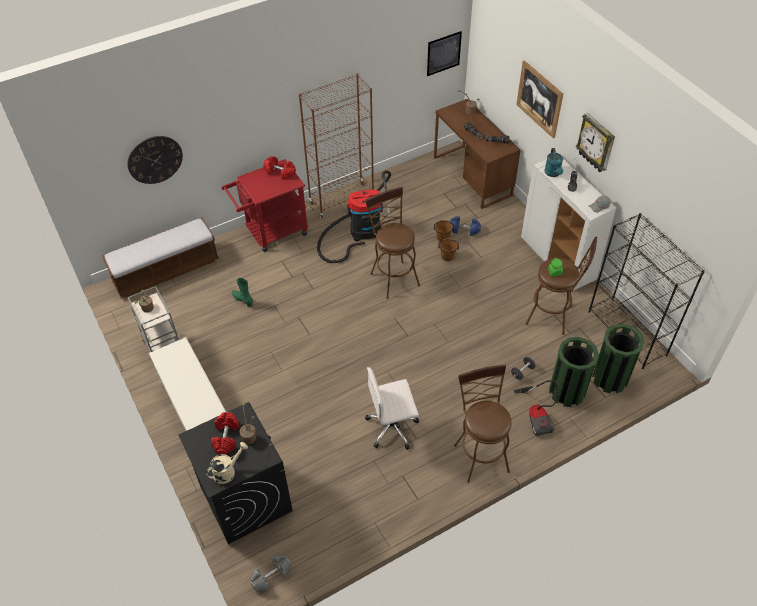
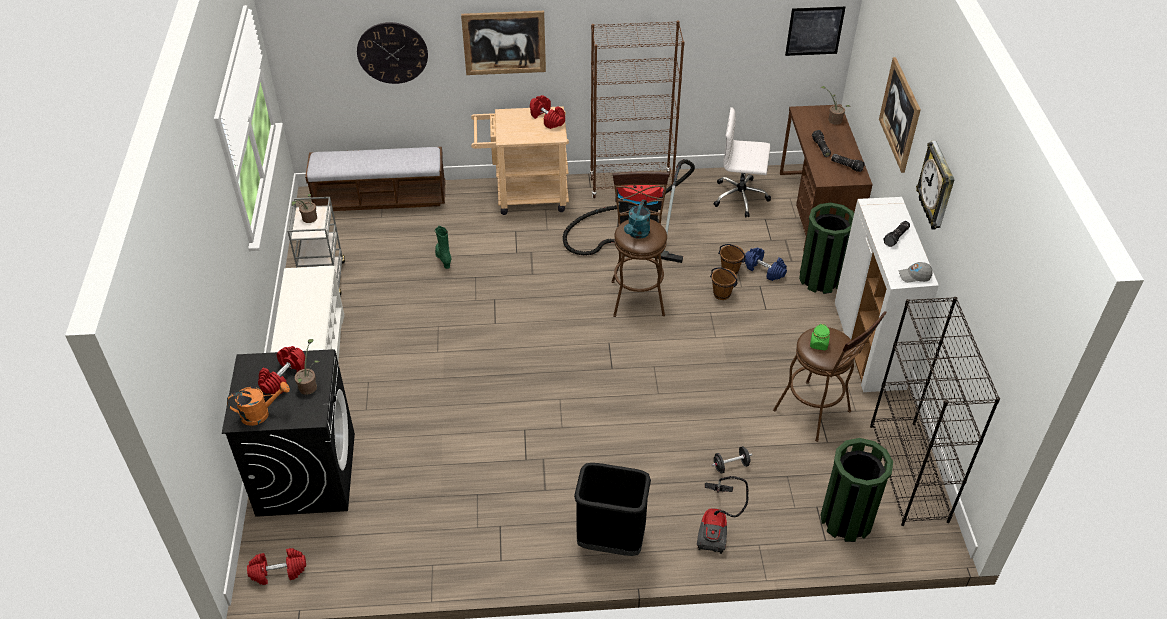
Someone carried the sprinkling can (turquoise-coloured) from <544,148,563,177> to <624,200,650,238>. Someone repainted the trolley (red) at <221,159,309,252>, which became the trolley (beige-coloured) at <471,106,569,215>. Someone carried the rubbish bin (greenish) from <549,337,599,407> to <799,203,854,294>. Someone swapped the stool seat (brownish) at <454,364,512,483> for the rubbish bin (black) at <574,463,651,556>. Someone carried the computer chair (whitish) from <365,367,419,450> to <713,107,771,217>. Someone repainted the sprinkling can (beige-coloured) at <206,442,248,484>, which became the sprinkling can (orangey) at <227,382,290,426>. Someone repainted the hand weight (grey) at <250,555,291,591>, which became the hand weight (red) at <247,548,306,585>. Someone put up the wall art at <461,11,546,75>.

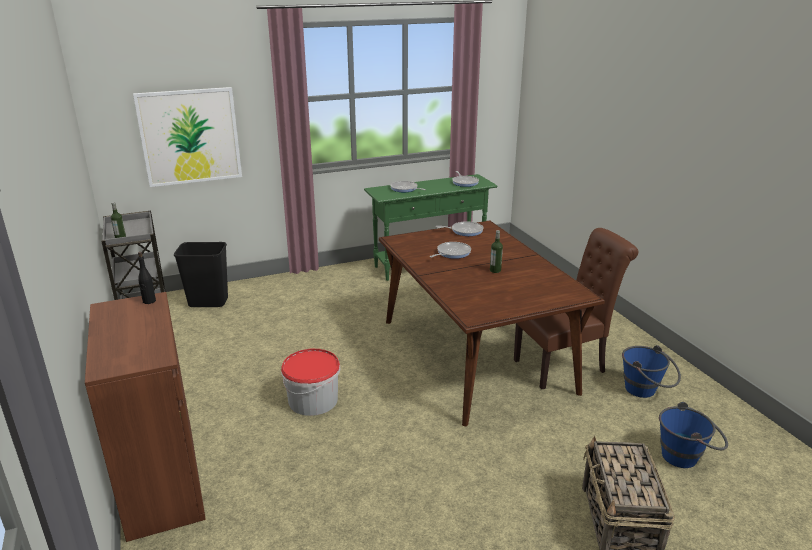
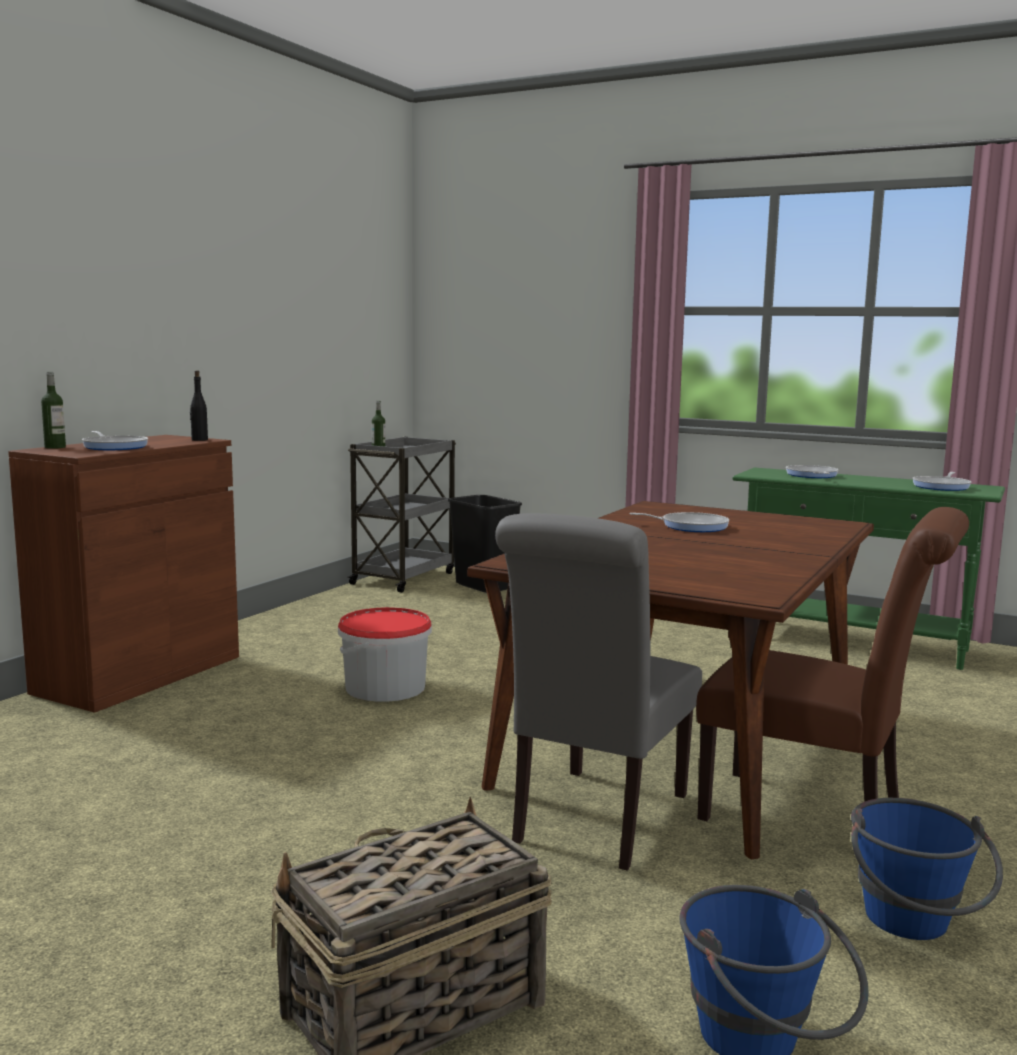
Someone took away the wall art at <133,87,242,187>. Someone carried the frying pan from <436,221,484,236> to <82,431,148,450>. Someone carried the bottle from <490,230,503,273> to <41,372,66,449>. Someone put down the upright chair (grey) at <495,513,702,871>.

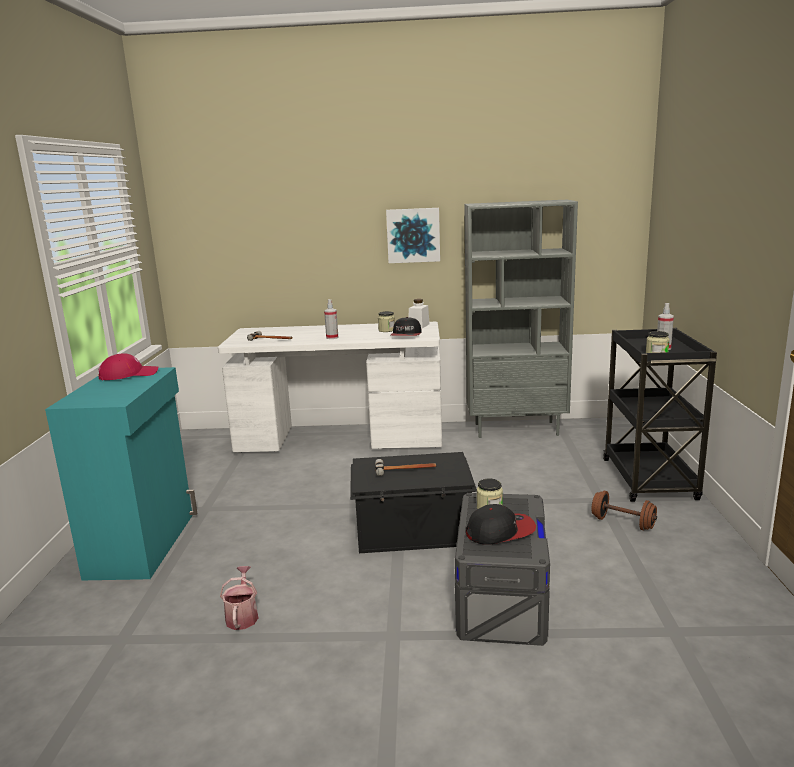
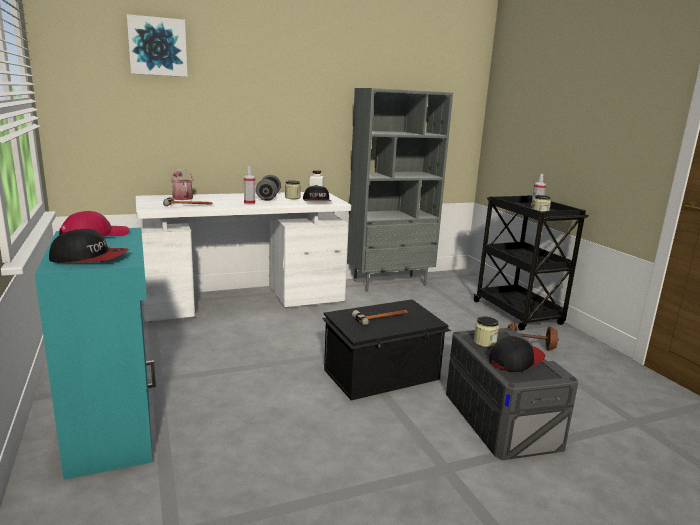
Someone carried the wall art from <386,208,440,263> to <127,14,188,77>. Someone carried the sprinkling can from <220,566,258,630> to <170,169,193,200>. Someone put down the hand weight (grey) at <256,175,281,201>. Someone put down the peaked cap at <49,229,129,263>.

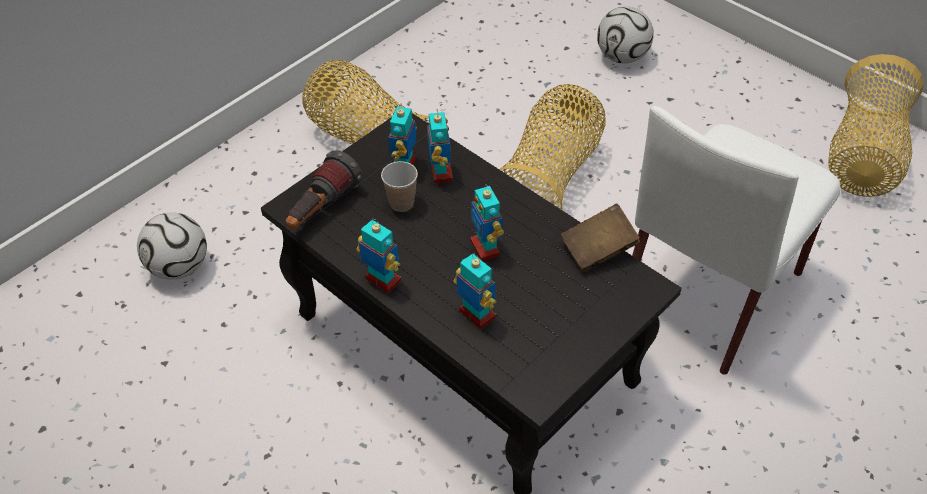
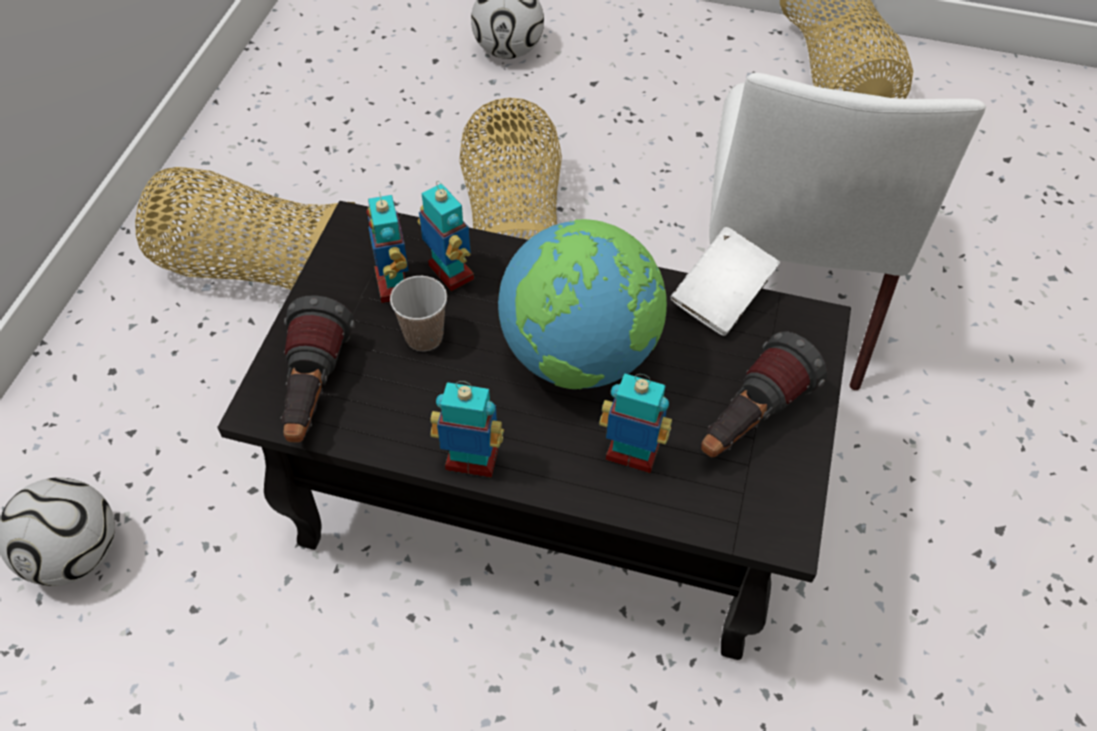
Someone swapped the toy robot at <470,184,504,261> for the desk globe at <498,219,667,389>. Someone repainted the book (brownish) at <561,204,640,272>, which became the book (whitish) at <670,227,780,336>. Someone put down the flashlight at <701,331,827,458>.

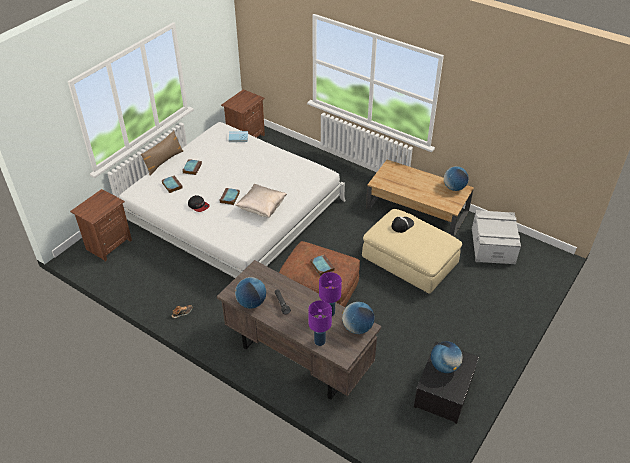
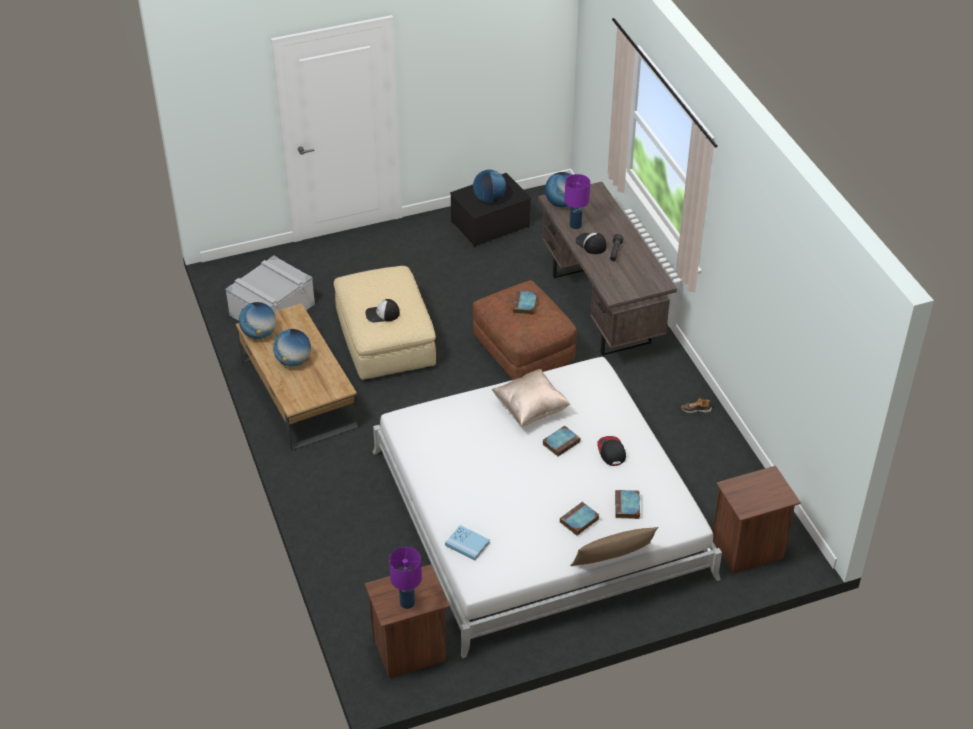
Someone carried the desk globe from <235,277,266,308> to <273,329,311,367>. Someone carried the lamp for a table (purple-coloured) from <308,300,332,346> to <389,547,422,609>. Someone put down the peaked cap at <576,233,606,254>.

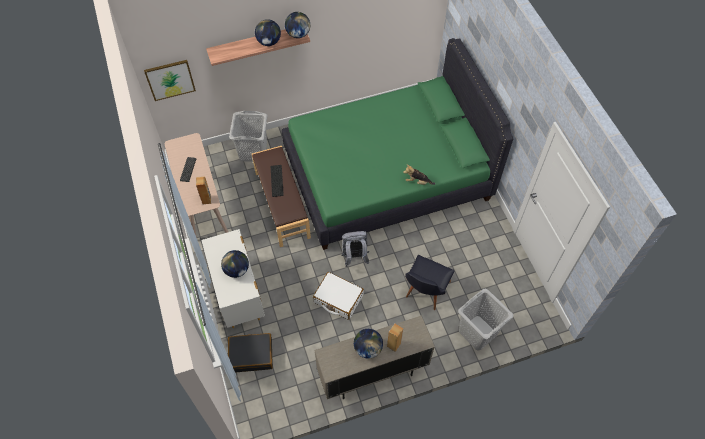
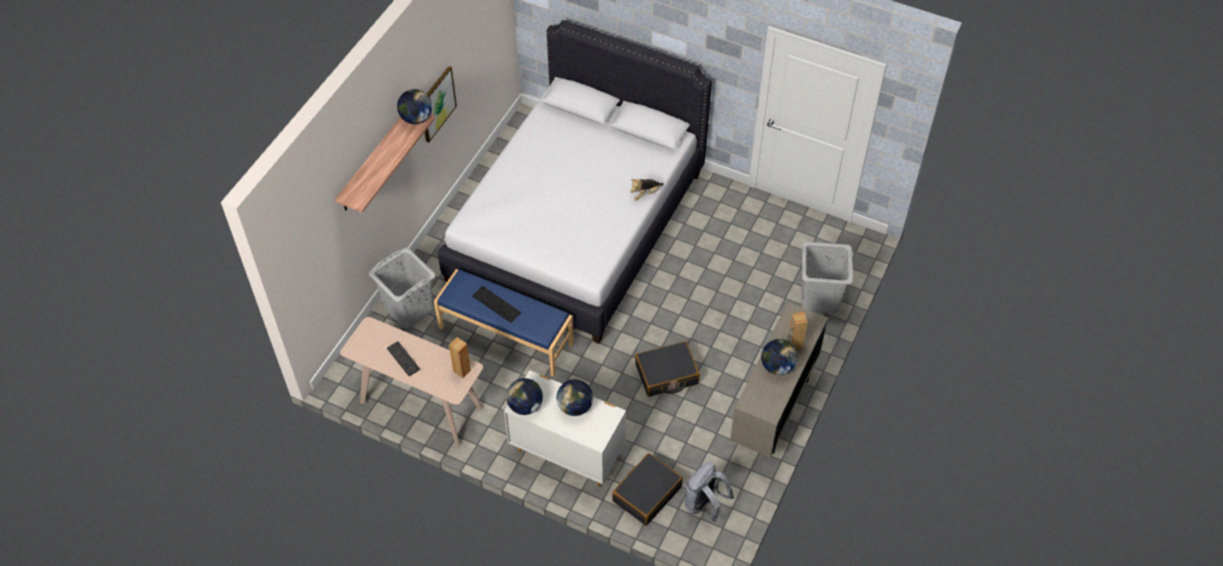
Someone carried the desk globe from <255,19,281,46> to <506,378,543,415>. Someone repainted the sleeping bed (greenish) at <282,38,513,250>, which became the sleeping bed (whitish) at <438,20,712,344>. Someone carried the wall art from <144,60,196,101> to <425,66,457,142>. Someone repainted the bench (brownish) at <252,146,311,247>, which became the bench (blue) at <434,269,574,377>. Someone carried the knapsack (grey) from <341,231,369,267> to <685,462,734,522>. Someone took away the upright chair (black) at <405,255,455,310>. Someone repainted the piece of luggage (whitish) at <313,272,364,320>, which became the piece of luggage (black) at <635,341,700,397>.

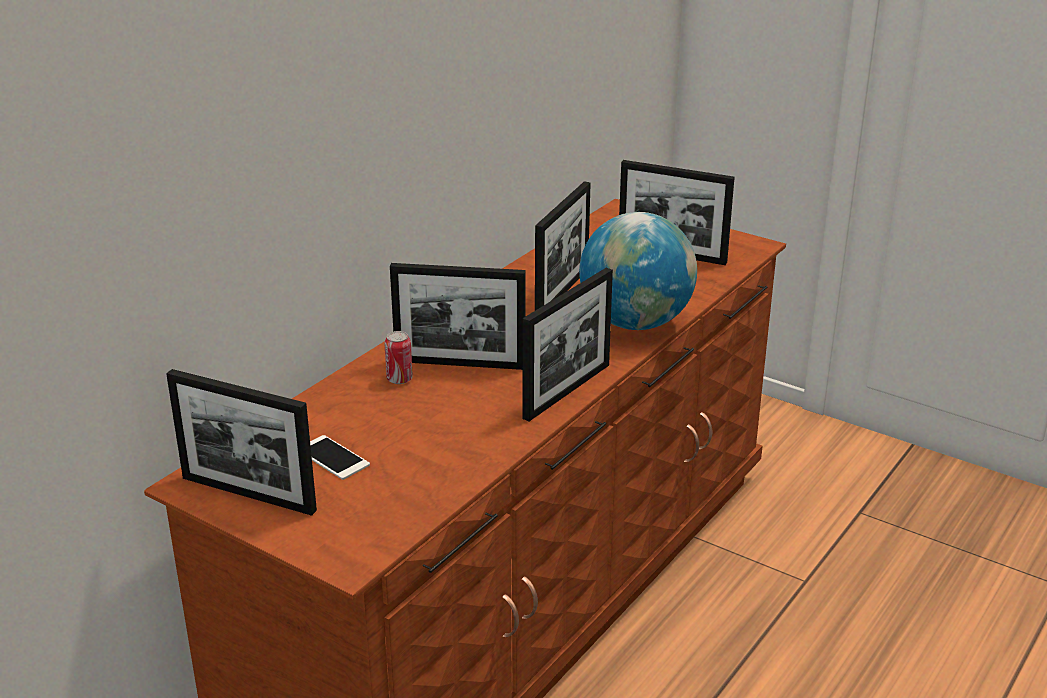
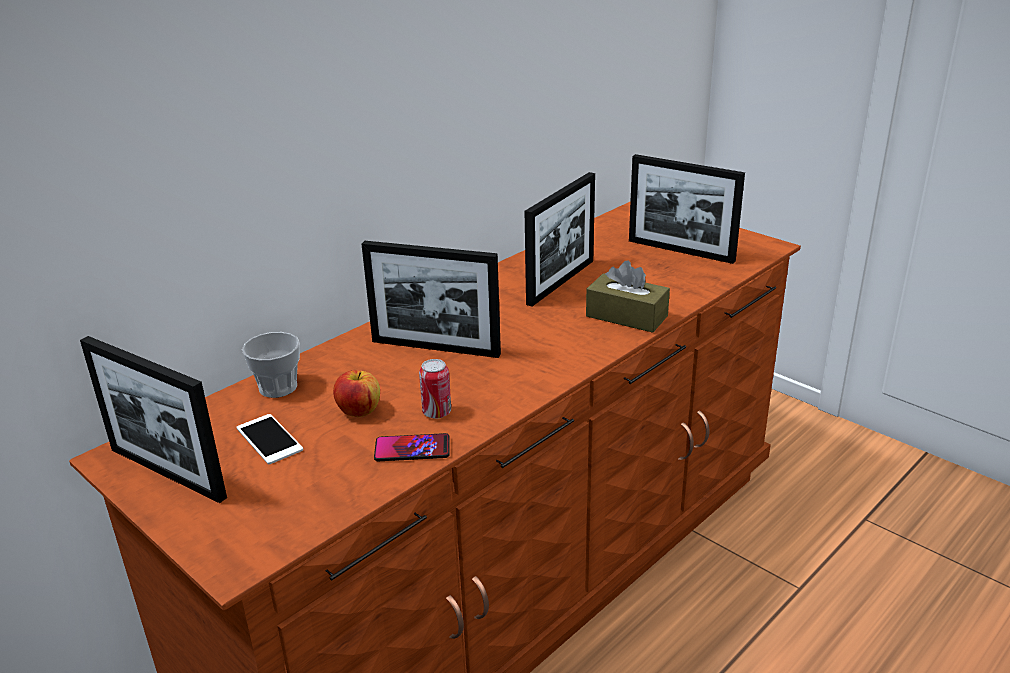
Someone swapped the desk globe at <579,212,697,330> for the tissue holder (brownish) at <586,261,670,333>. Someone took away the photo frame at <523,268,613,421>. Someone carried the can from <384,331,413,384> to <419,359,451,419>. Someone put down the drinking cup at <242,332,300,398>. Someone put down the whole apple at <333,370,380,417>. Someone put down the phone at <374,433,450,461>.

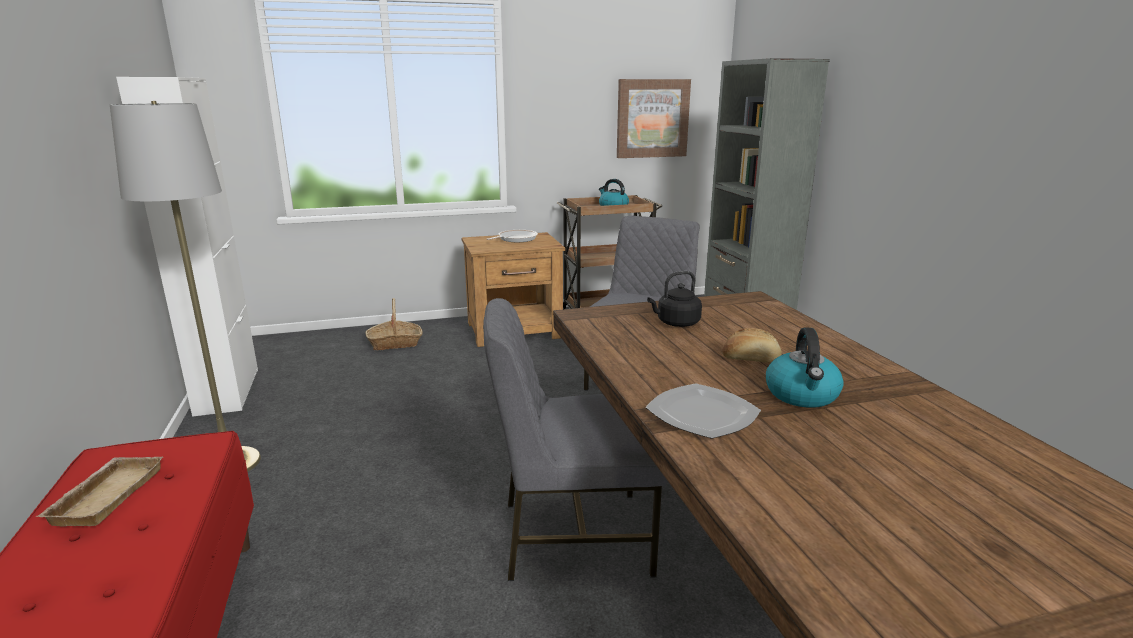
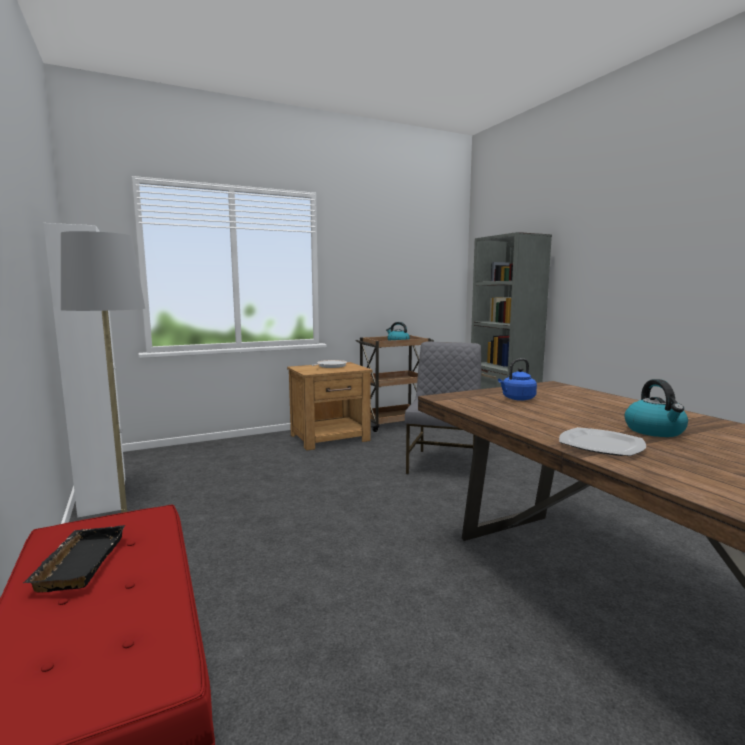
Someone took away the wall art at <617,79,691,158>. Someone repainted the tea kettle (black) at <647,271,702,327>, which became the tea kettle (blue) at <498,358,537,401>. Someone took away the basket at <366,298,423,350>. Someone took away the upright chair (grey) at <483,298,667,581>. Someone took away the bakery bread at <722,328,782,363>. Someone repainted the carrying tray (beige-coloured) at <36,457,163,527>, which became the carrying tray (black) at <23,525,125,592>.

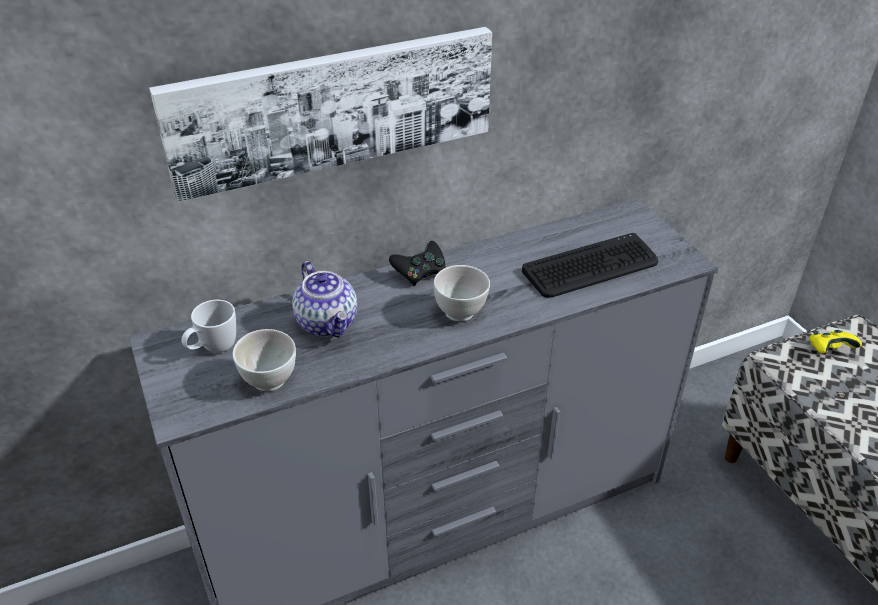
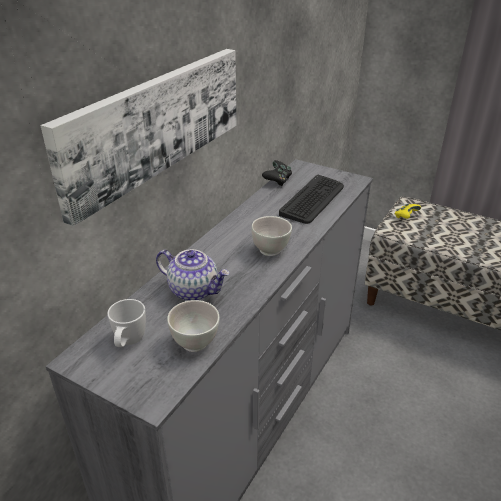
Someone carried the gamepad (black) from <389,241,446,286> to <262,160,292,186>.

